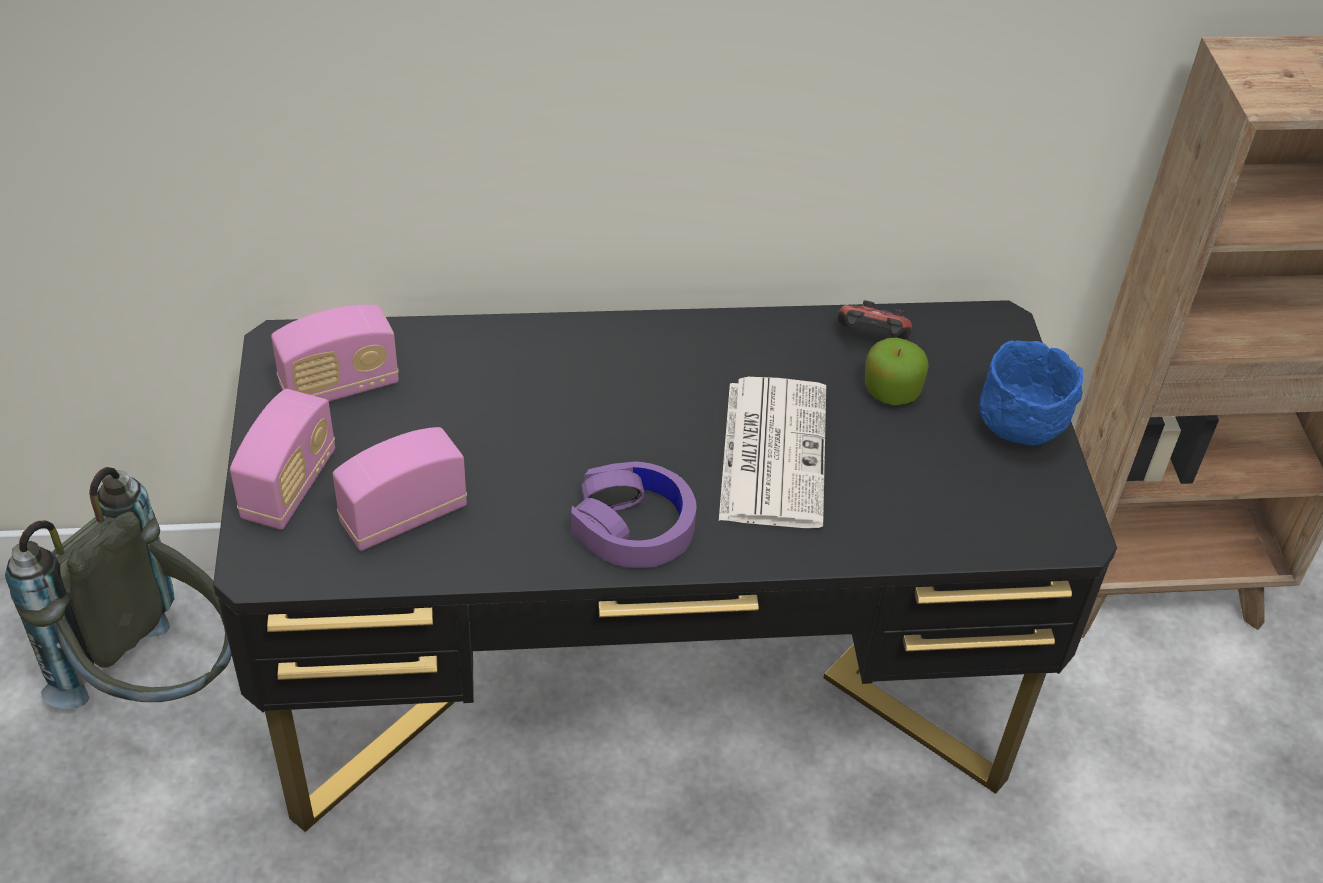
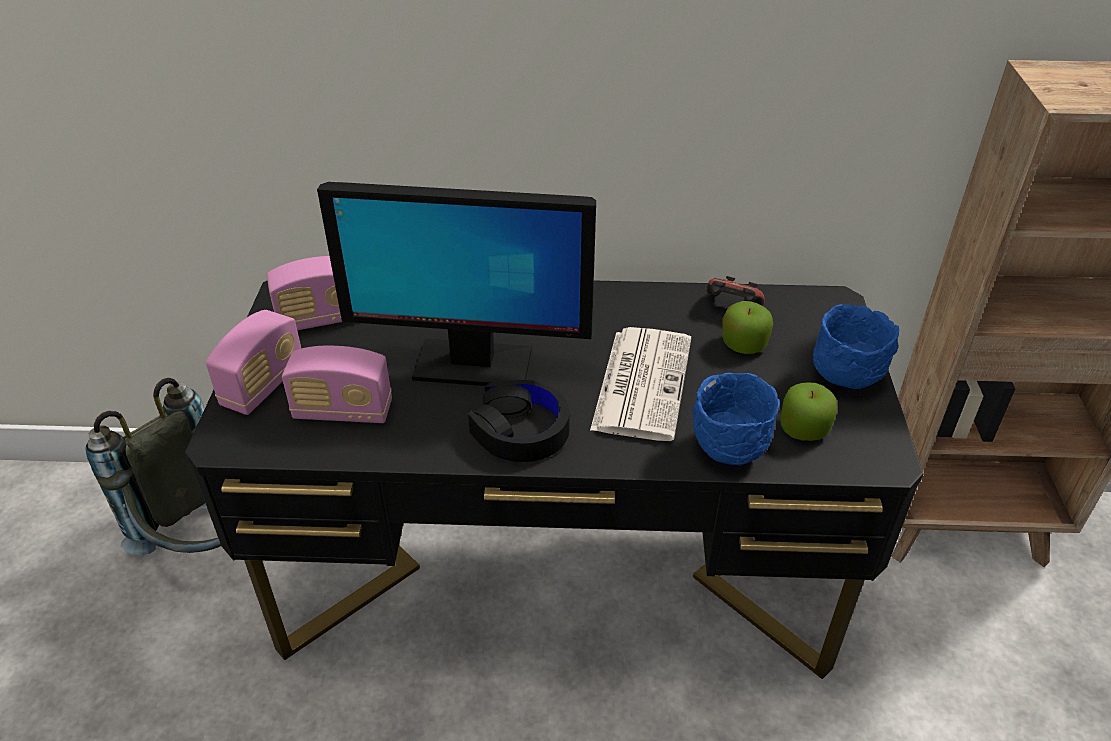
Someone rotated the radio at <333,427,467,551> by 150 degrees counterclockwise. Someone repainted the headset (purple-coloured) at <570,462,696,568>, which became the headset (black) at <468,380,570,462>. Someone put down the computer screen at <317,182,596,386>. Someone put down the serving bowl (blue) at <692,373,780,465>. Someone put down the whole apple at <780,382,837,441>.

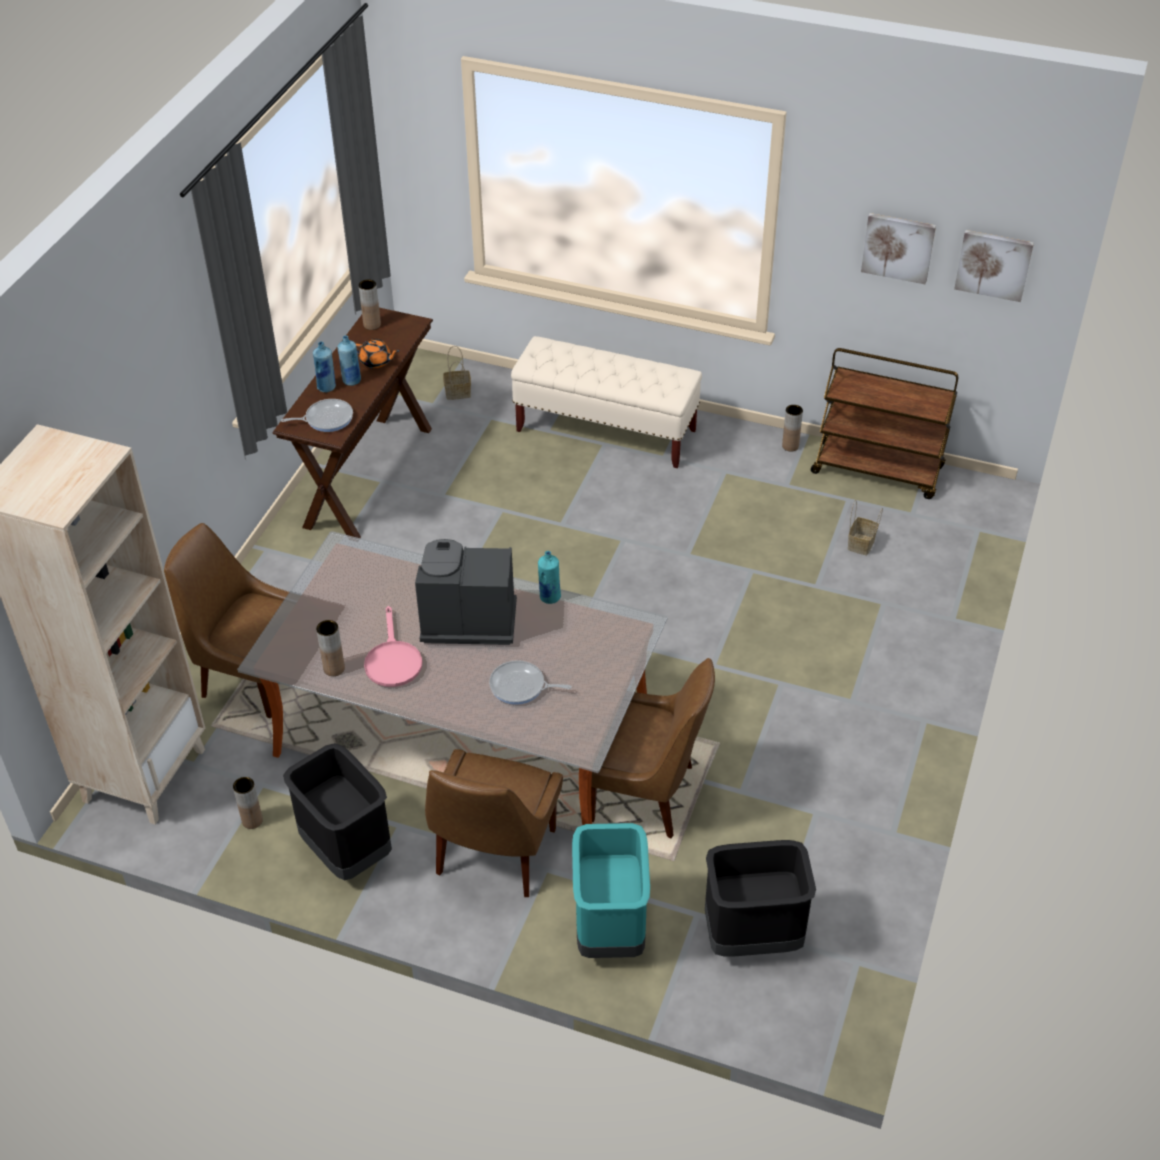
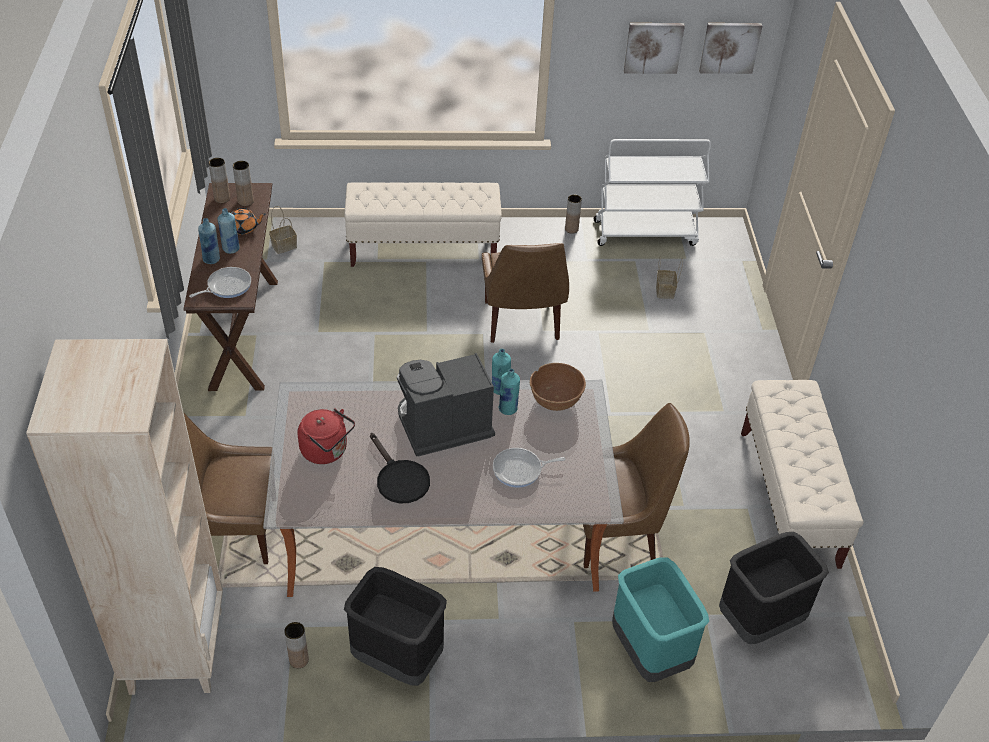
Someone repainted the trolley (brownish) at <811,348,958,499>, which became the trolley (whitish) at <594,139,711,246>. Someone repainted the frying pan (pink) at <364,606,422,687>, which became the frying pan (black) at <370,433,430,503>. Someone carried the decorative vase (brownish) from <316,620,345,676> to <233,161,254,206>. Someone carried the upright chair (brownish) from <425,749,563,897> to <482,243,569,343>. Someone put down the serving bowl (brownish) at <530,363,586,411>. Someone put down the bottle (turquoise-coloured) at <498,369,520,415>. Someone put down the bench (beige-coloured) at <741,380,864,569>. Someone put down the tea kettle (red) at <298,408,355,464>.

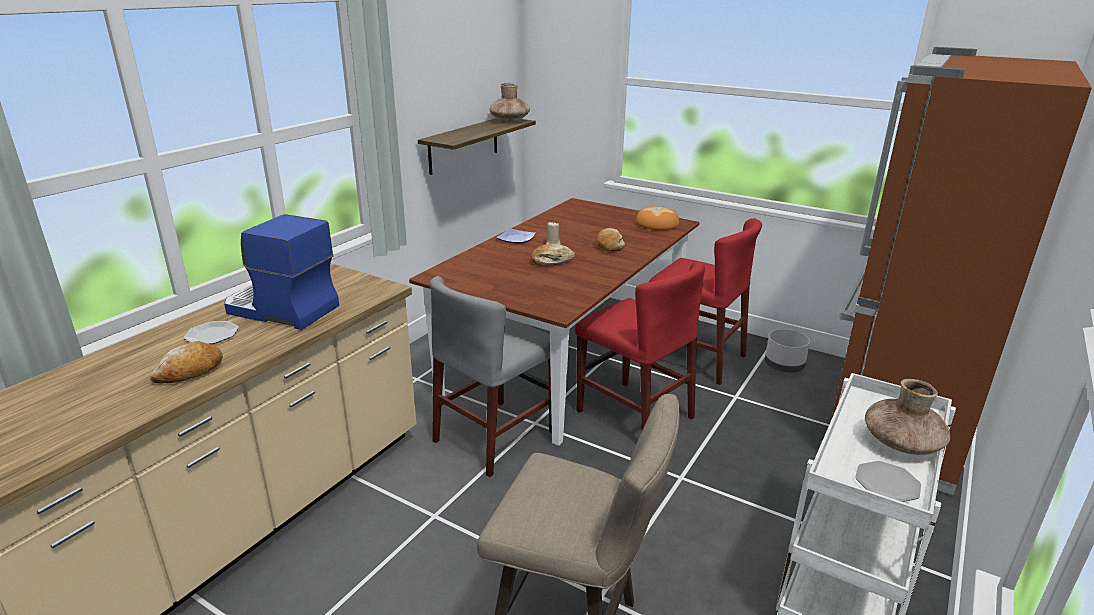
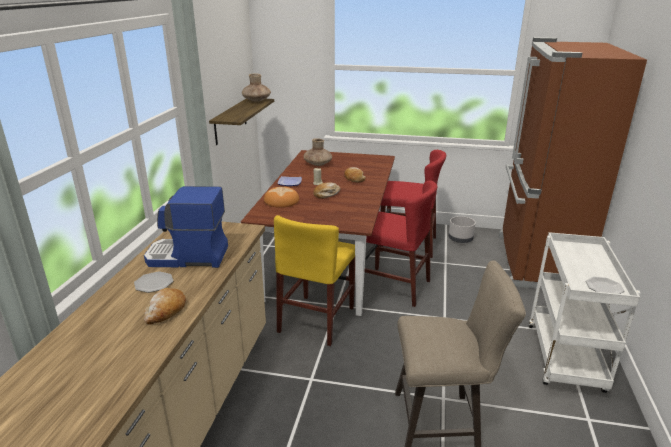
Someone carried the bakery bread from <636,206,680,230> to <264,187,299,208>. Someone repainted the upright chair (grey) at <430,276,552,477>, which became the upright chair (yellowish) at <274,215,355,346>. Someone carried the decorative vase (brownish) from <865,379,950,455> to <303,139,332,166>.

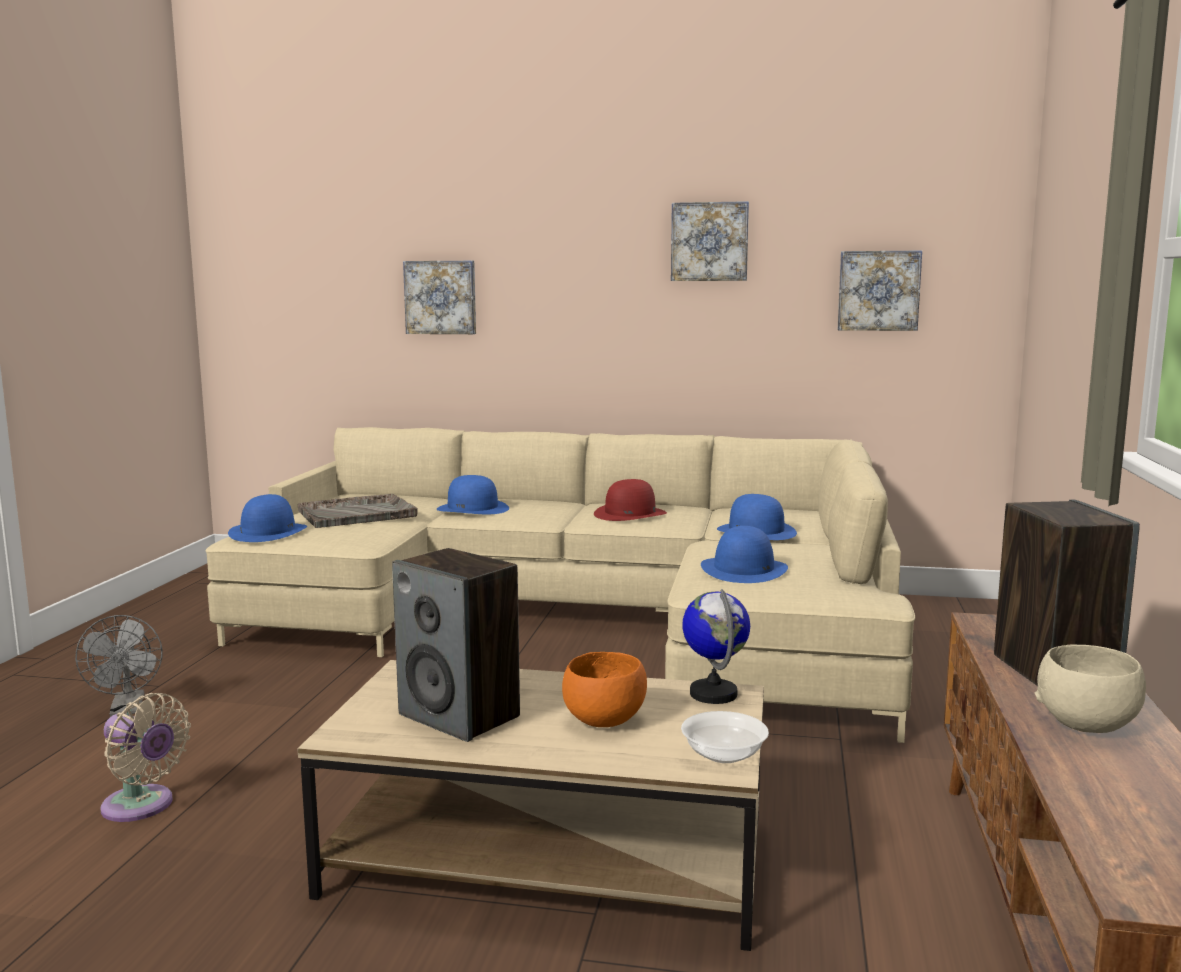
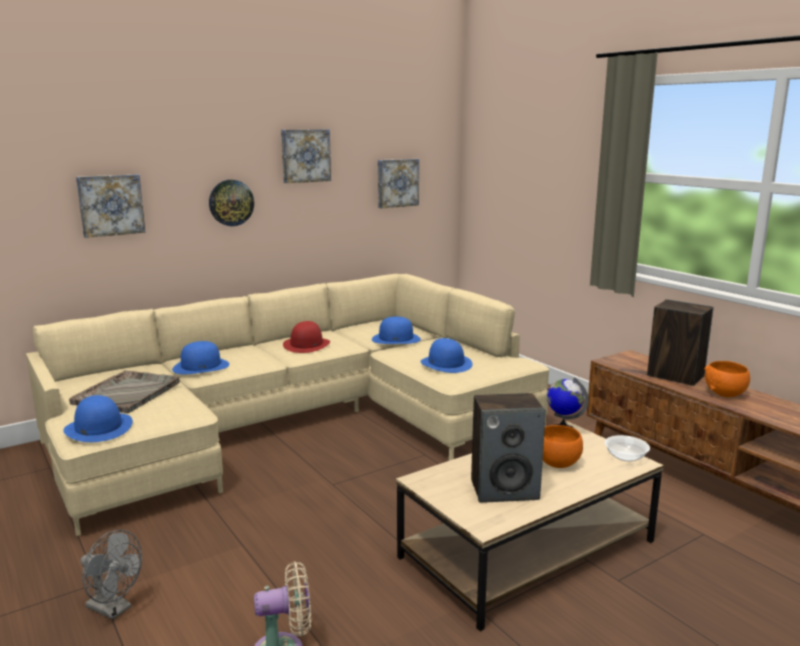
Someone repainted the serving bowl (beige-coloured) at <1034,644,1146,733>, which became the serving bowl (orangey) at <704,361,750,397>. Someone put up the wall clock at <209,180,254,226>.

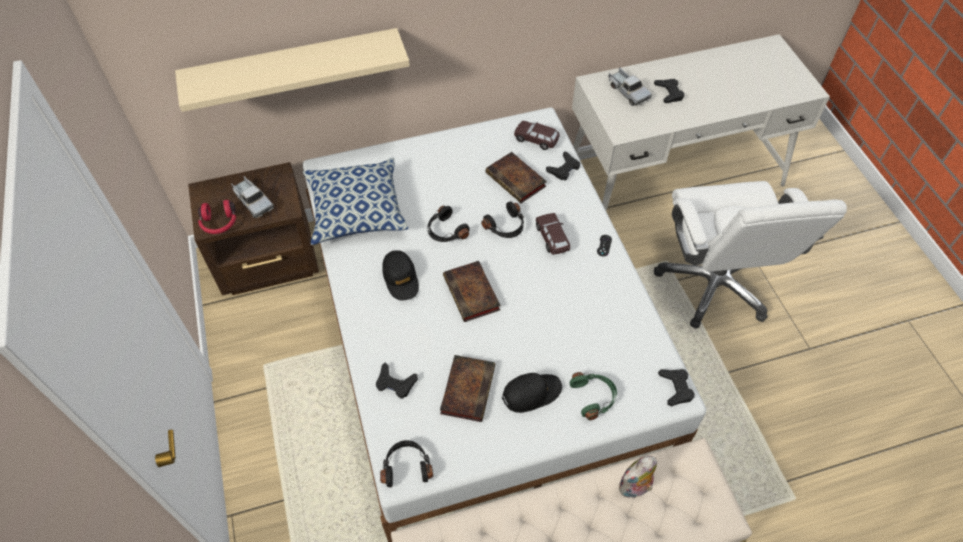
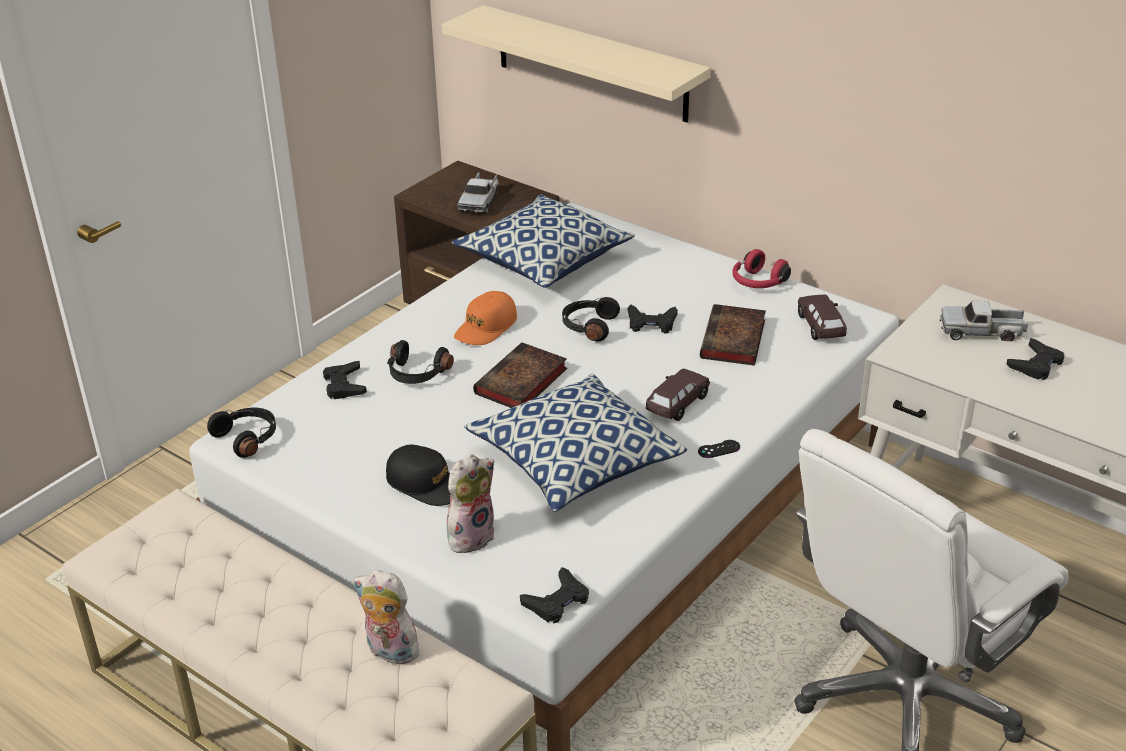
Someone rotated the toy lorry at <608,68,652,106> by 75 degrees clockwise. Someone carried the gamepad (black) from <546,151,580,181> to <628,305,678,334>. Someone carried the headset (red) from <198,200,236,234> to <732,249,791,288>. Someone carried the headset (black) from <481,202,524,238> to <387,340,454,384>. Someone repainted the peaked cap (black) at <382,250,419,301>, which became the peaked cap (orangey) at <454,291,517,345>. Someone took away the book at <440,355,495,422>. Someone swapped the headset (greenish) at <570,372,617,420> for the plush toy at <447,454,494,553>. Someone put down the throw pillow at <464,374,687,512>.

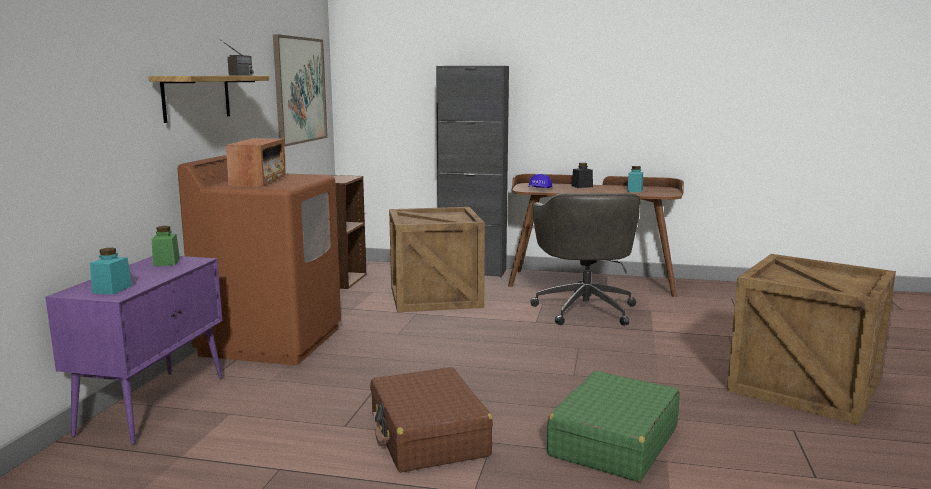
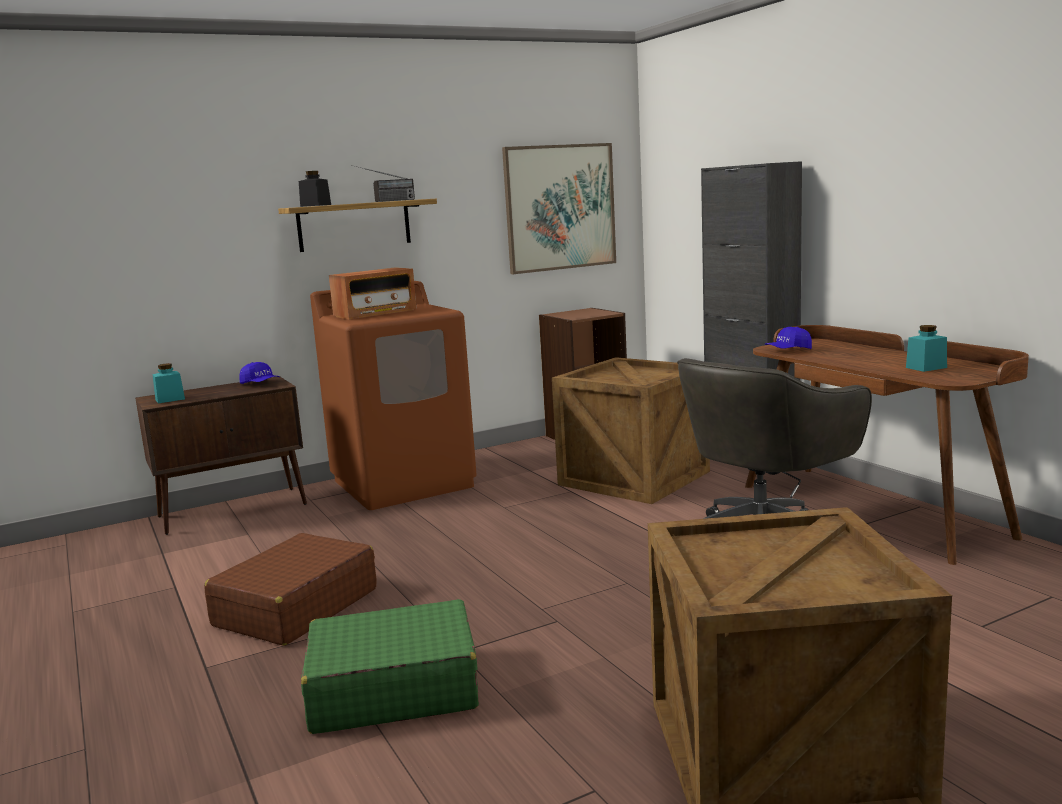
Someone carried the preserve jar (black) from <572,163,593,188> to <299,171,331,207>. Someone swapped the preserve jar (greenish) at <152,226,180,266> for the peaked cap (blue) at <239,362,279,384>. Someone repainted the cupboard (purple-coloured) at <45,256,222,445>, which became the cupboard (brownish) at <135,376,307,535>.

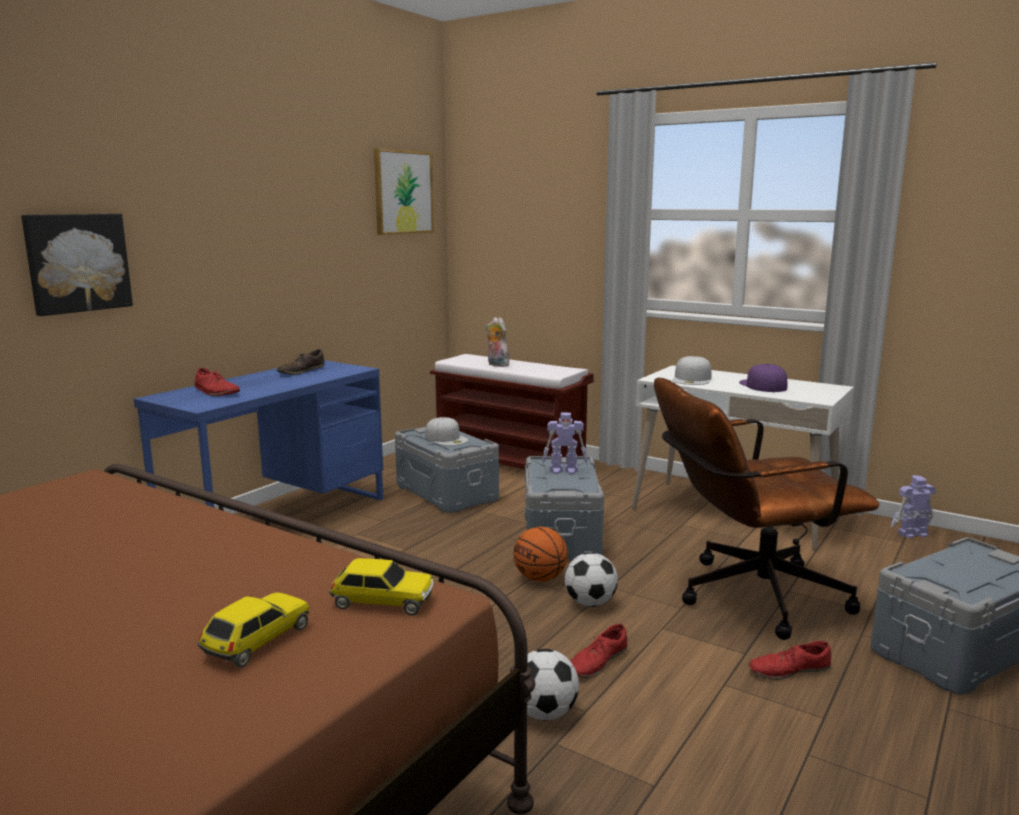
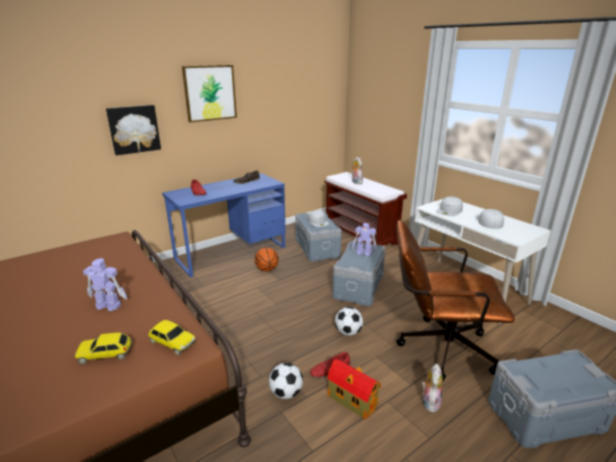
Someone carried the wall art from <374,148,434,235> to <182,65,237,122>. Someone repainted the peaked cap (purple-coloured) at <739,364,787,392>, which became the peaked cap (whitish) at <476,209,504,229>. Someone carried the toy robot from <891,475,936,538> to <83,258,127,311>. Someone carried the basketball ball from <514,527,568,582> to <255,248,279,272>. Someone rotated the model car at <198,592,310,668> by 150 degrees counterclockwise. Someone swapped the item of footwear (red) at <749,641,831,680> for the plush toy at <422,363,443,412>. Someone put down the miniature house at <327,359,381,419>.

